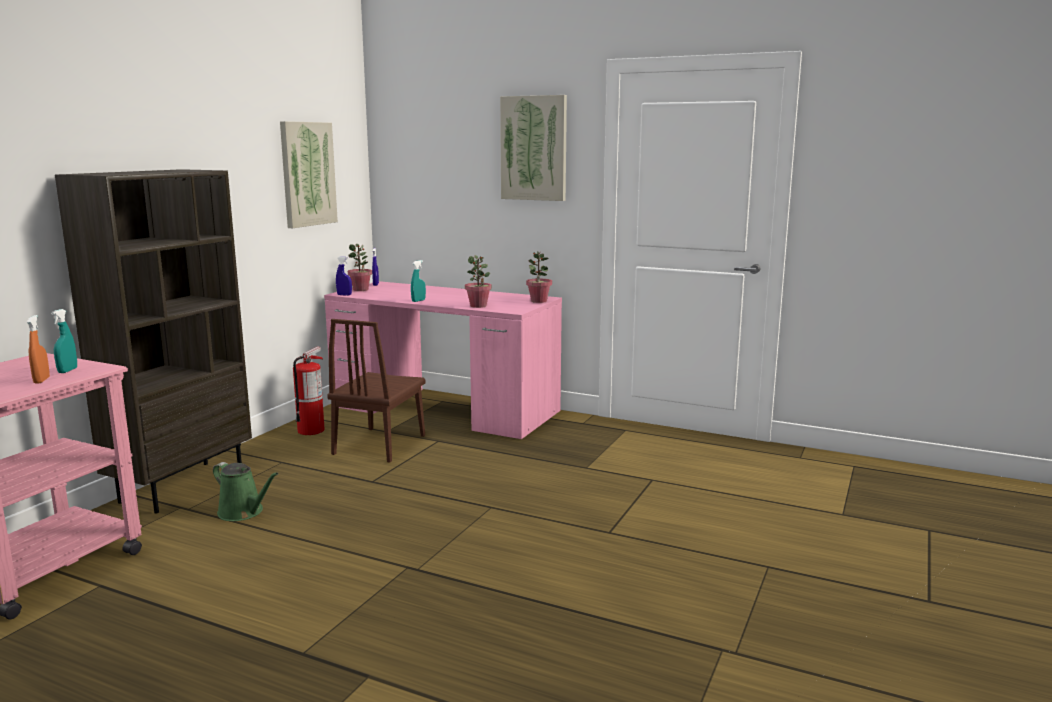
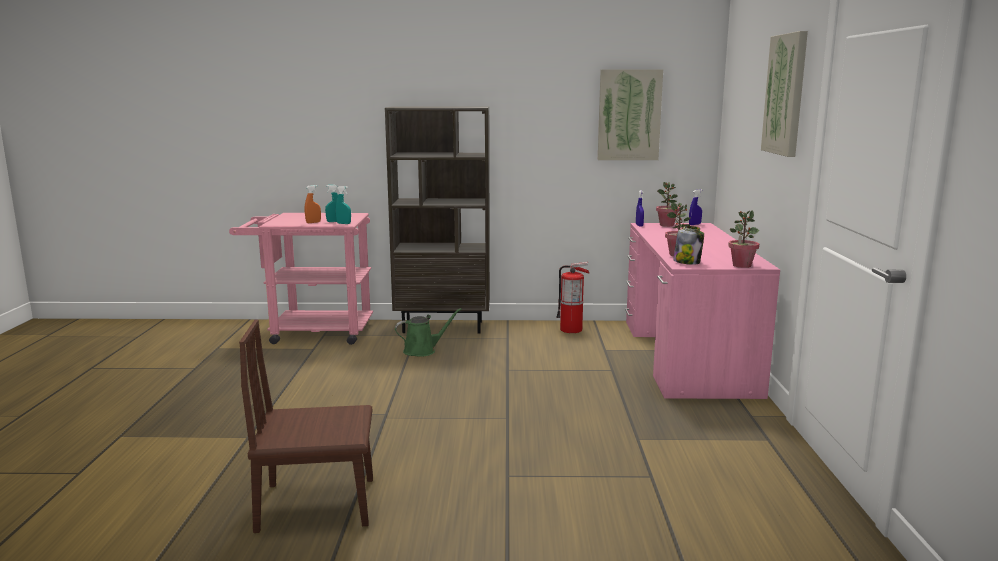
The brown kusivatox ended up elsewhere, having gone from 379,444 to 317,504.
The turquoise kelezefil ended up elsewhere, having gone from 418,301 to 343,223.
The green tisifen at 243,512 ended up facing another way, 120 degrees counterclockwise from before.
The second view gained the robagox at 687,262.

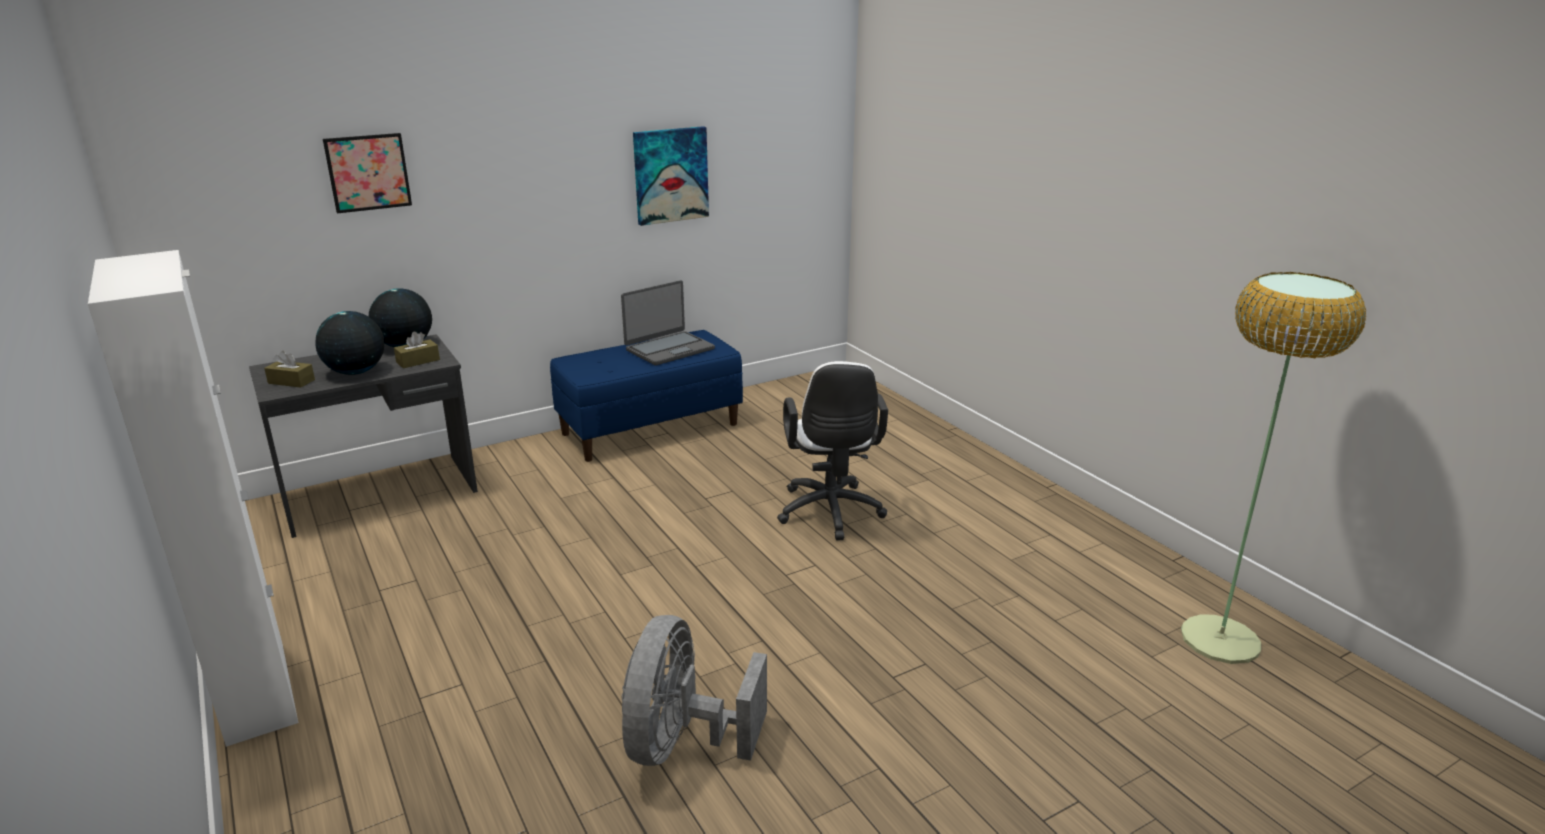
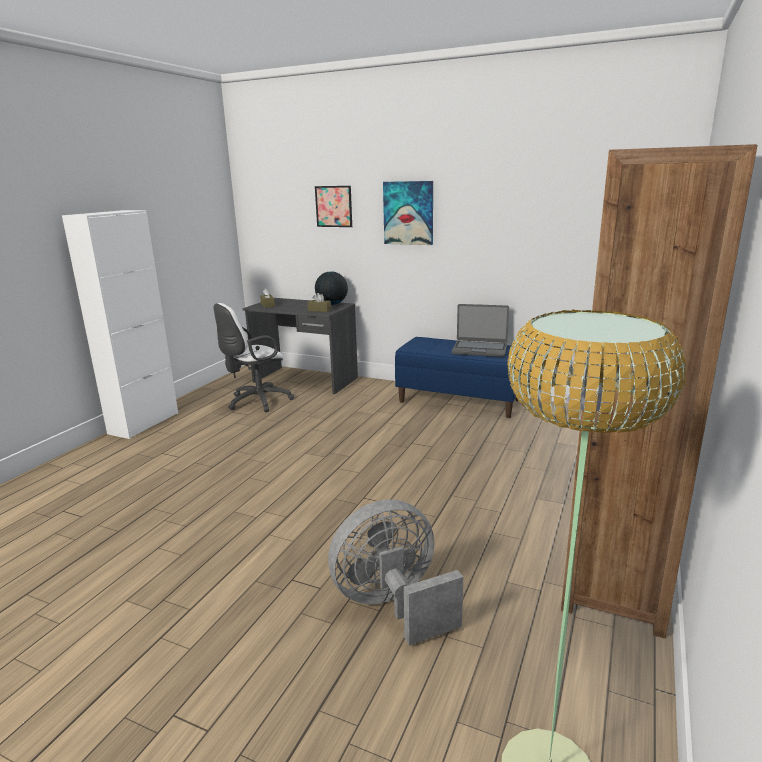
The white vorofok ended up elsewhere, having gone from 830,514 to 256,402.
The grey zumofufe ended up elsewhere, having gone from 682,744 to 393,605.
The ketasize ended up elsewhere, having gone from 670,175 to 408,213.
The second view gained the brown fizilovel at 615,587.
The second view lost the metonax at 356,372.

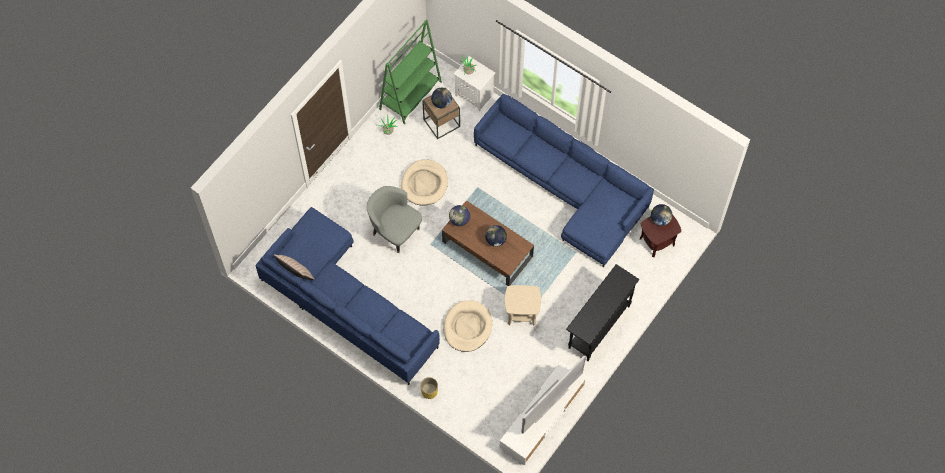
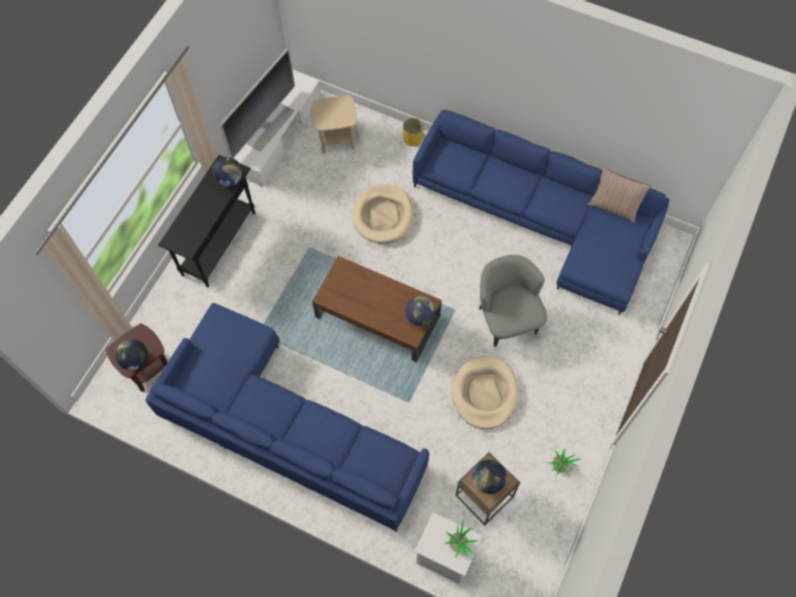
The metonax ended up elsewhere, having gone from 495,240 to 229,179.
The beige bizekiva ended up elsewhere, having gone from 521,313 to 336,138.
The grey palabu at 395,231 ended up facing another way, 135 degrees counterclockwise from before.
The second view lost the green fizilovel at 410,95.

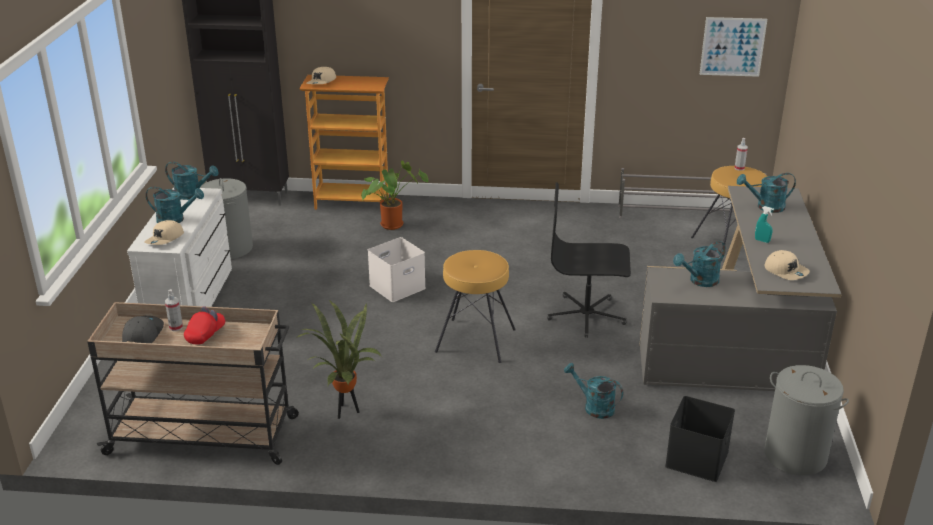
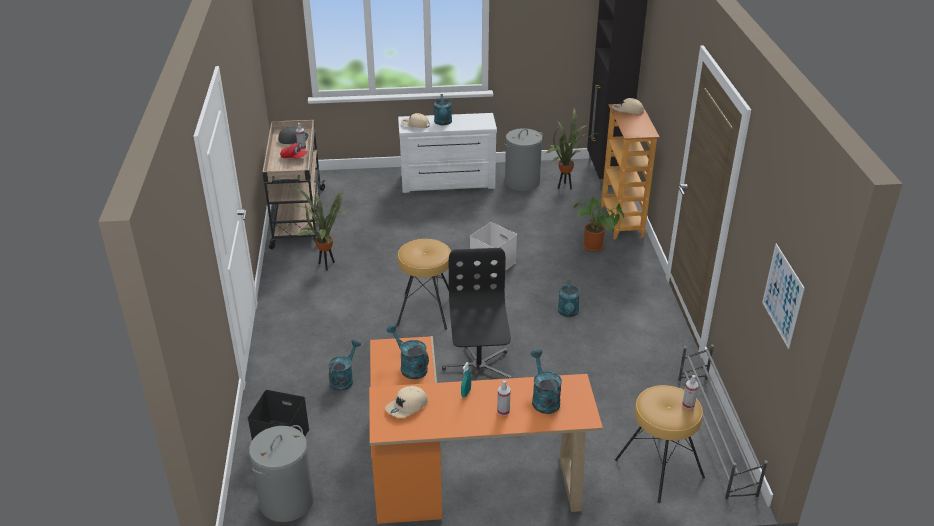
What was the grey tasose at 742,342 turned into the orange tasose at 458,472.
The second view gained the kelezefil at 503,411.
The second view gained the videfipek at 565,186.
The turquoise tisifen ended up elsewhere, having gone from 192,194 to 568,313.

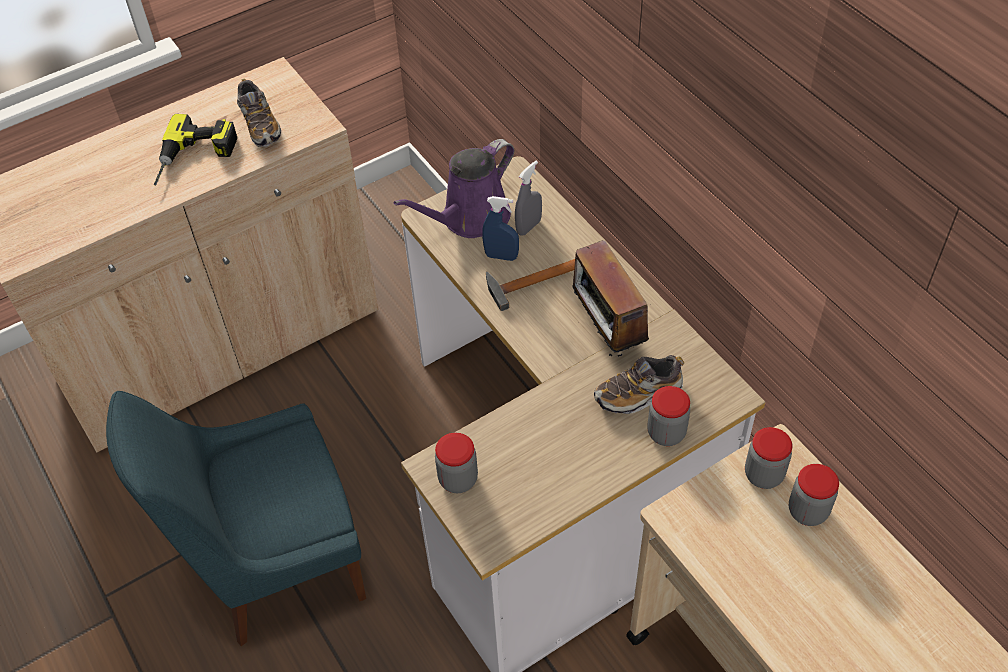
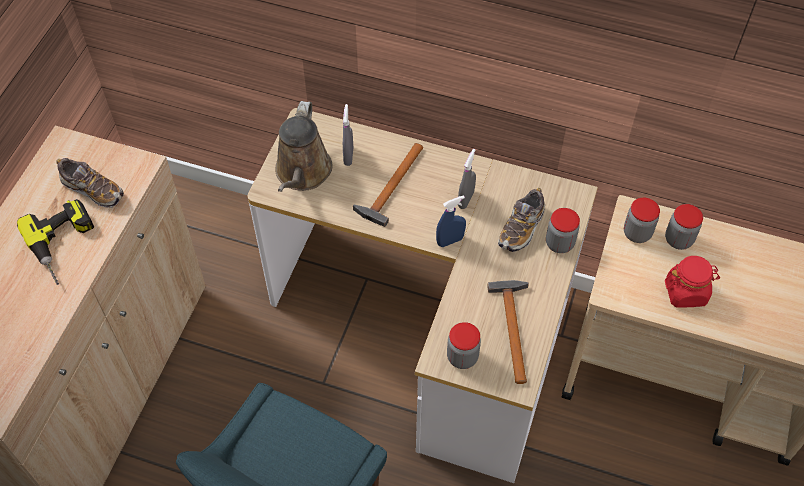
What was the purple tisifen at 470,218 turned into the brown tisifen at 302,173.
The blue kelezefil ended up elsewhere, having gone from 501,256 to 450,241.
Where the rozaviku stood at 607,332, the grey kelezefil came to stand at 466,199.
The second view gained the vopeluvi at 513,327.
The second view gained the red robagox at 686,292.

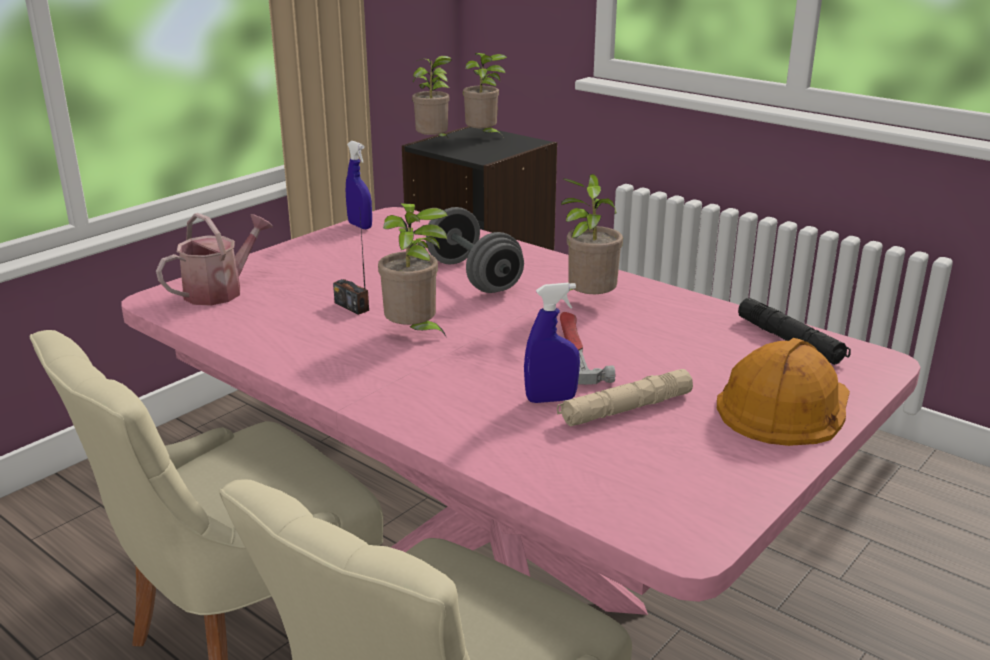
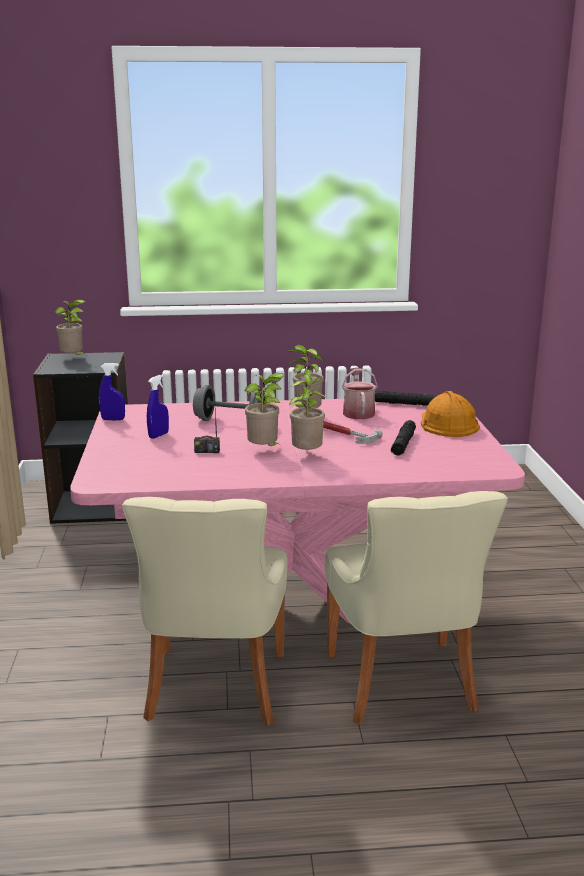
The blue kelezefil ended up elsewhere, having gone from 551,399 to 158,435.
The videfipek ended up elsewhere, having gone from 434,143 to 307,455.
The tisifen ended up elsewhere, having gone from 220,291 to 358,412.
What was the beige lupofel at 625,409 turned into the black lupofel at 403,444.

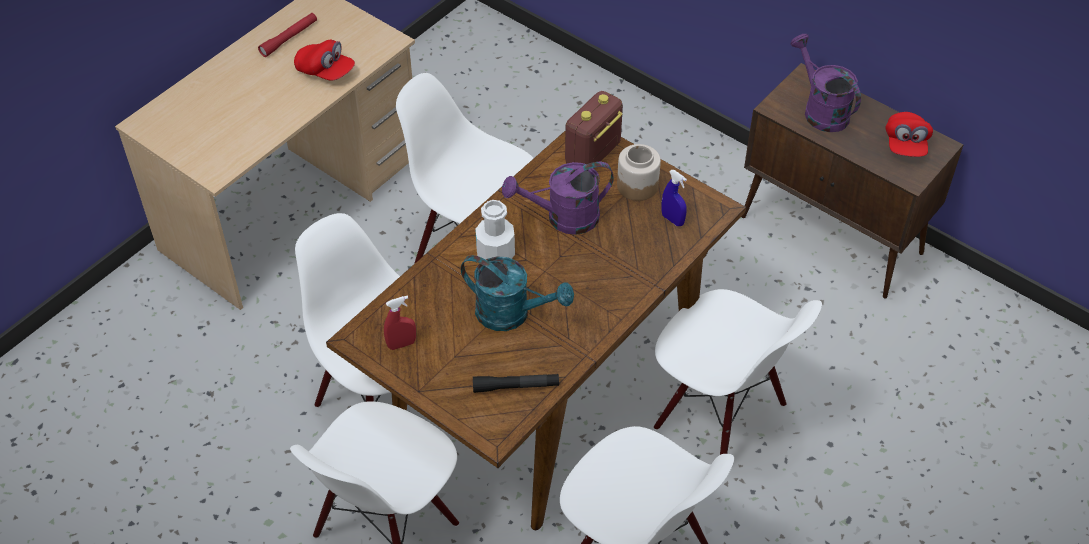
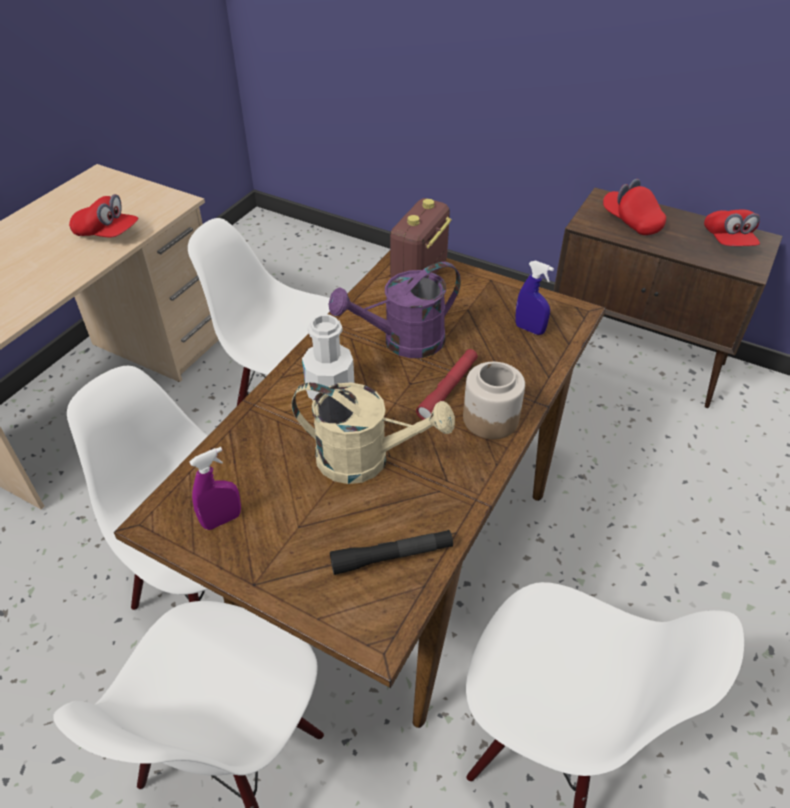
What was the red kelezefil at 401,344 turned into the purple kelezefil at 222,520.
What was the turquoise tisifen at 512,314 turned into the beige tisifen at 366,459.
The red lupofel ended up elsewhere, having gone from 289,38 to 448,389.
The robagox ended up elsewhere, having gone from 637,185 to 490,418.
Where the purple tisifen stood at 820,109, the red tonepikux came to stand at 631,221.
The second view lost the white kusivatox at 719,418.

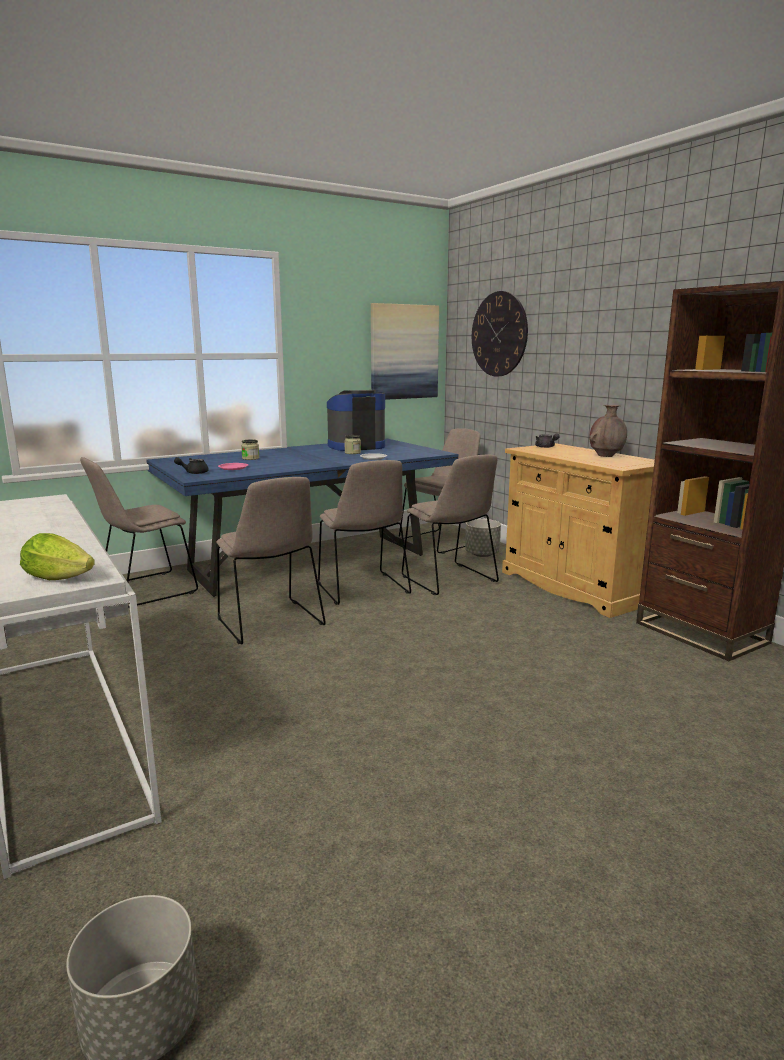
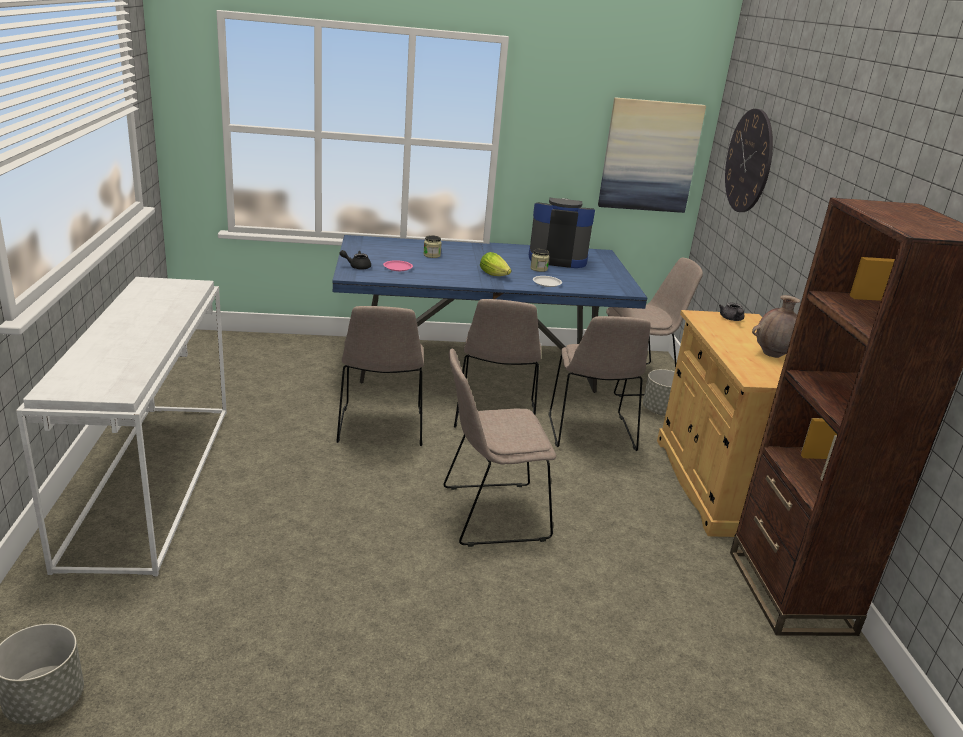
The beige kusivatox ended up elsewhere, having gone from 144,590 to 490,514.
The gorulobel ended up elsewhere, having gone from 62,578 to 495,275.

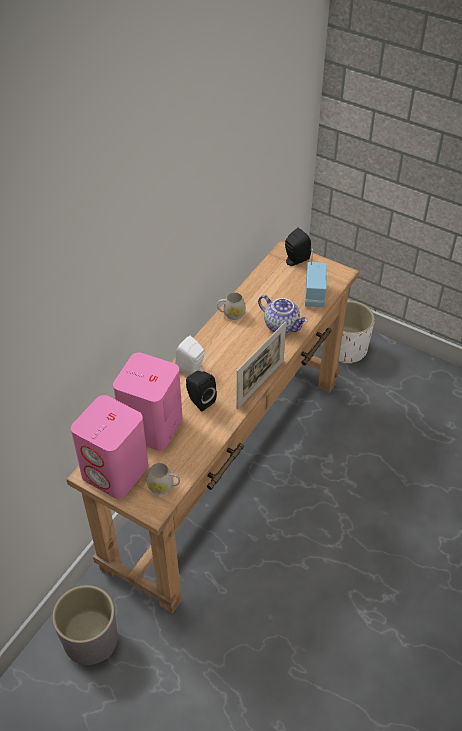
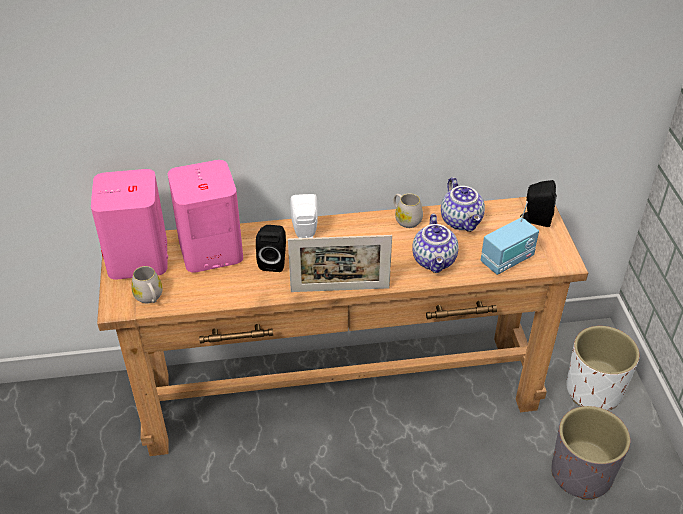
The second view gained the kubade at 462,221.
The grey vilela ended up elsewhere, having gone from 91,639 to 582,474.

